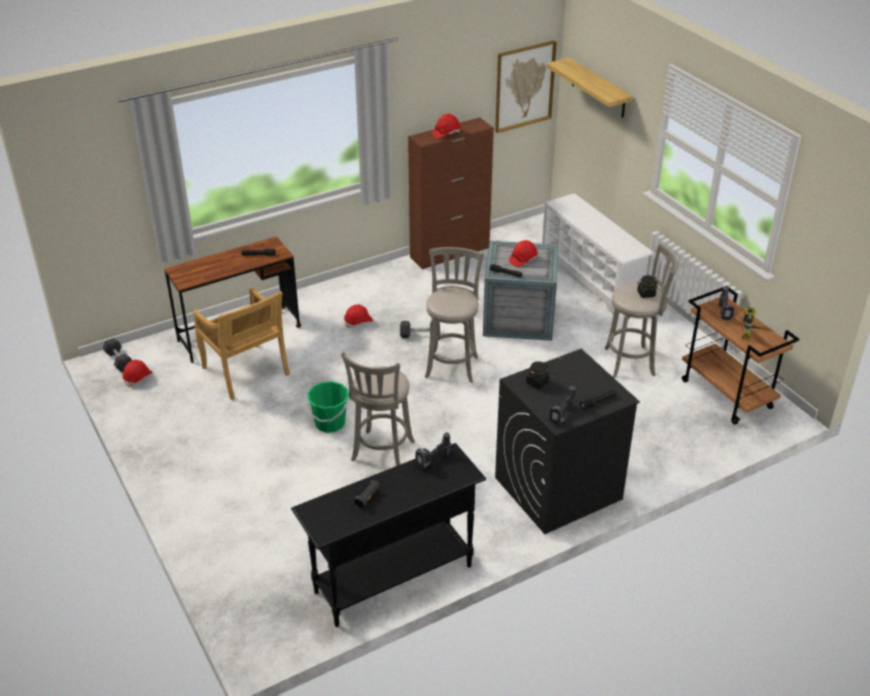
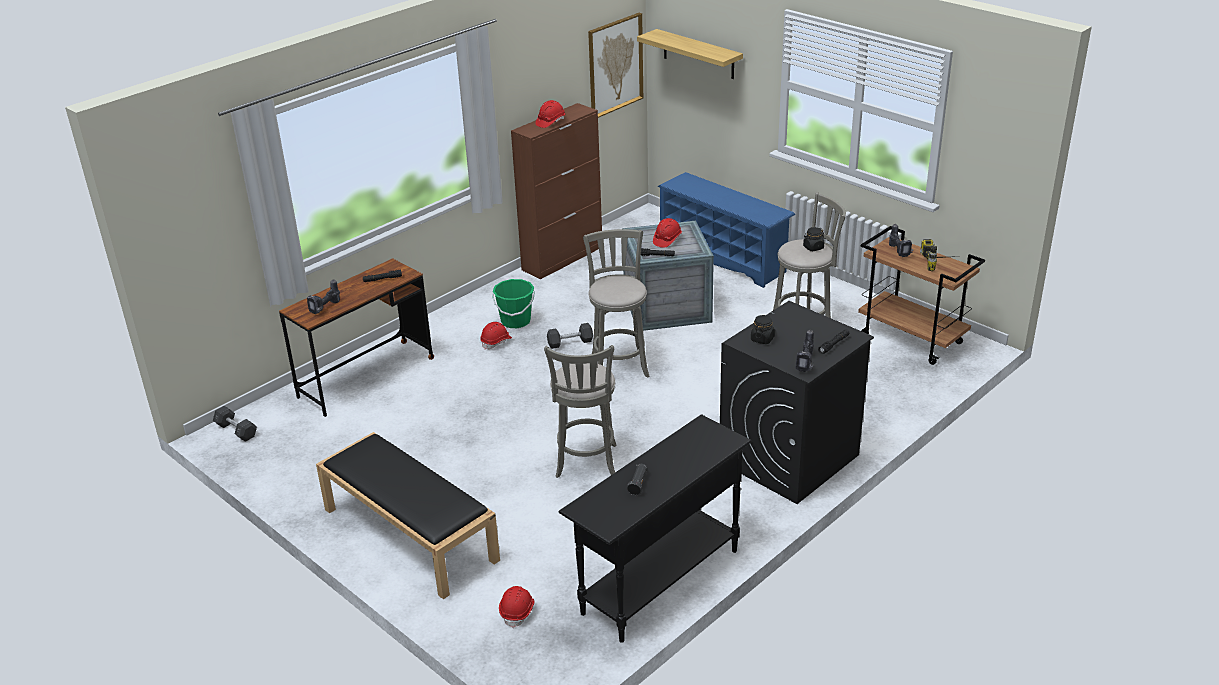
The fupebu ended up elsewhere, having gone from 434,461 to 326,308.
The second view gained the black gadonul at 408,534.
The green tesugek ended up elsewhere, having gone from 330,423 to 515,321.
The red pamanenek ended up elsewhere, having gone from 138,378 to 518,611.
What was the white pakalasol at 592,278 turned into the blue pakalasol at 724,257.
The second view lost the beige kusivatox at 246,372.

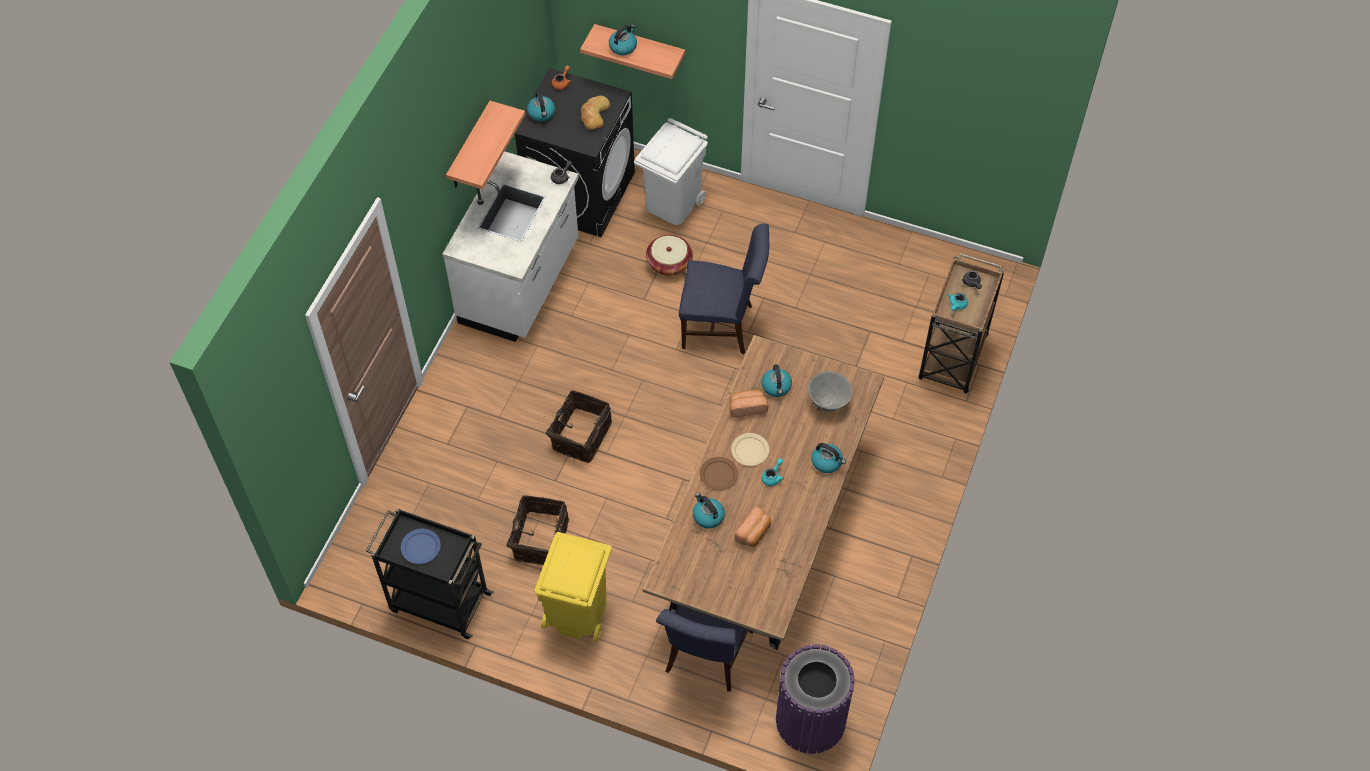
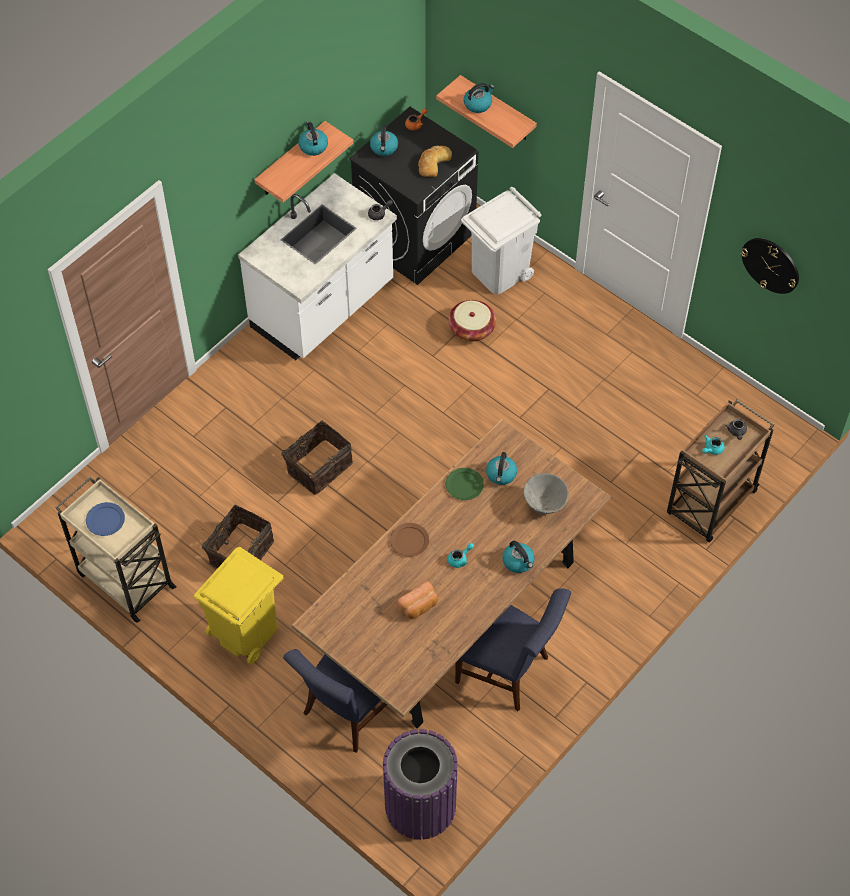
What was the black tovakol at 438,601 turned into the beige tovakol at 124,579.
The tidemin ended up elsewhere, having gone from 707,516 to 313,146.
Where the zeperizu stood at 747,407, the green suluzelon came to stand at 464,485.
The blue kusivatox ended up elsewhere, having gone from 722,326 to 508,671.
The second view gained the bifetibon at 770,265.
The second view lost the beige suluzelon at 750,451.

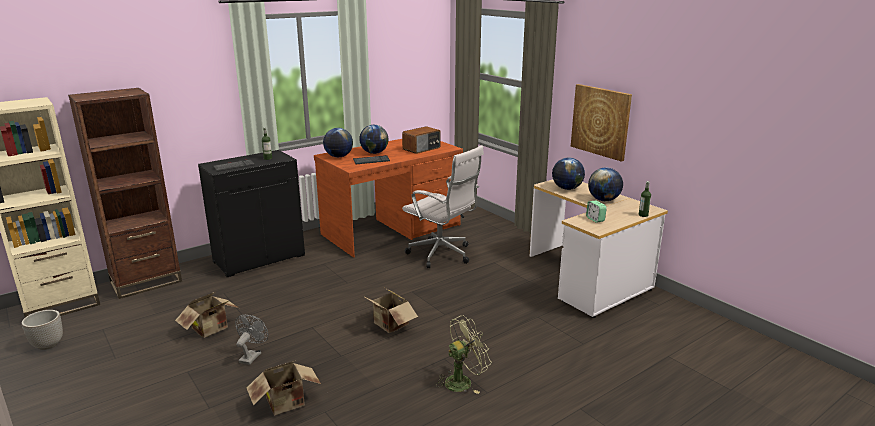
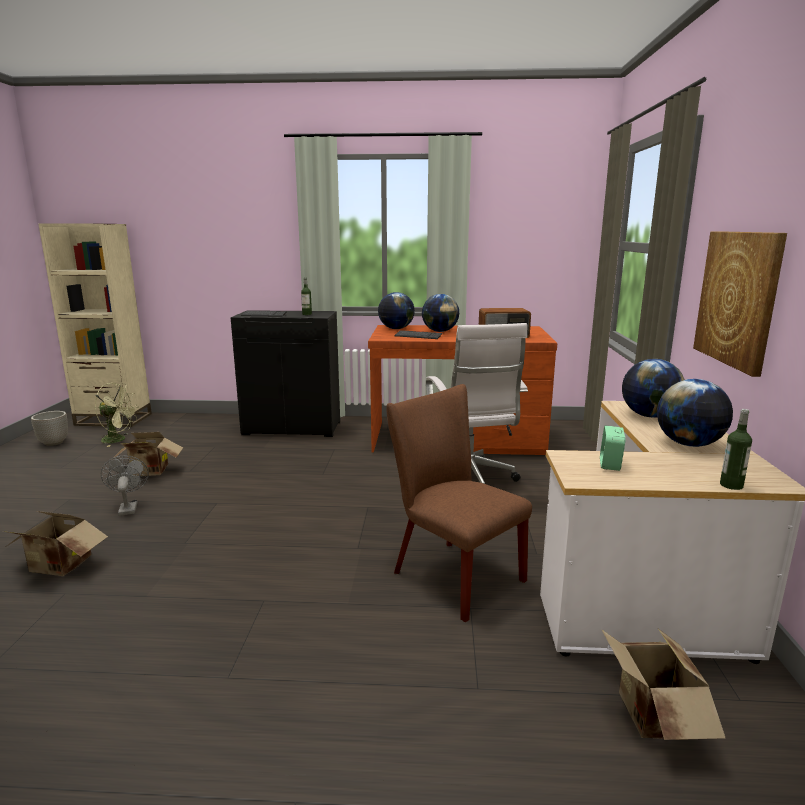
The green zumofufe ended up elsewhere, having gone from 463,381 to 119,440.
The grey zumofufe at 252,356 ended up facing another way, 75 degrees counterclockwise from before.
The second view gained the brown kusivatox at 451,573.
The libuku ended up elsewhere, having gone from 389,326 to 651,717.
The second view lost the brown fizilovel at 146,282.

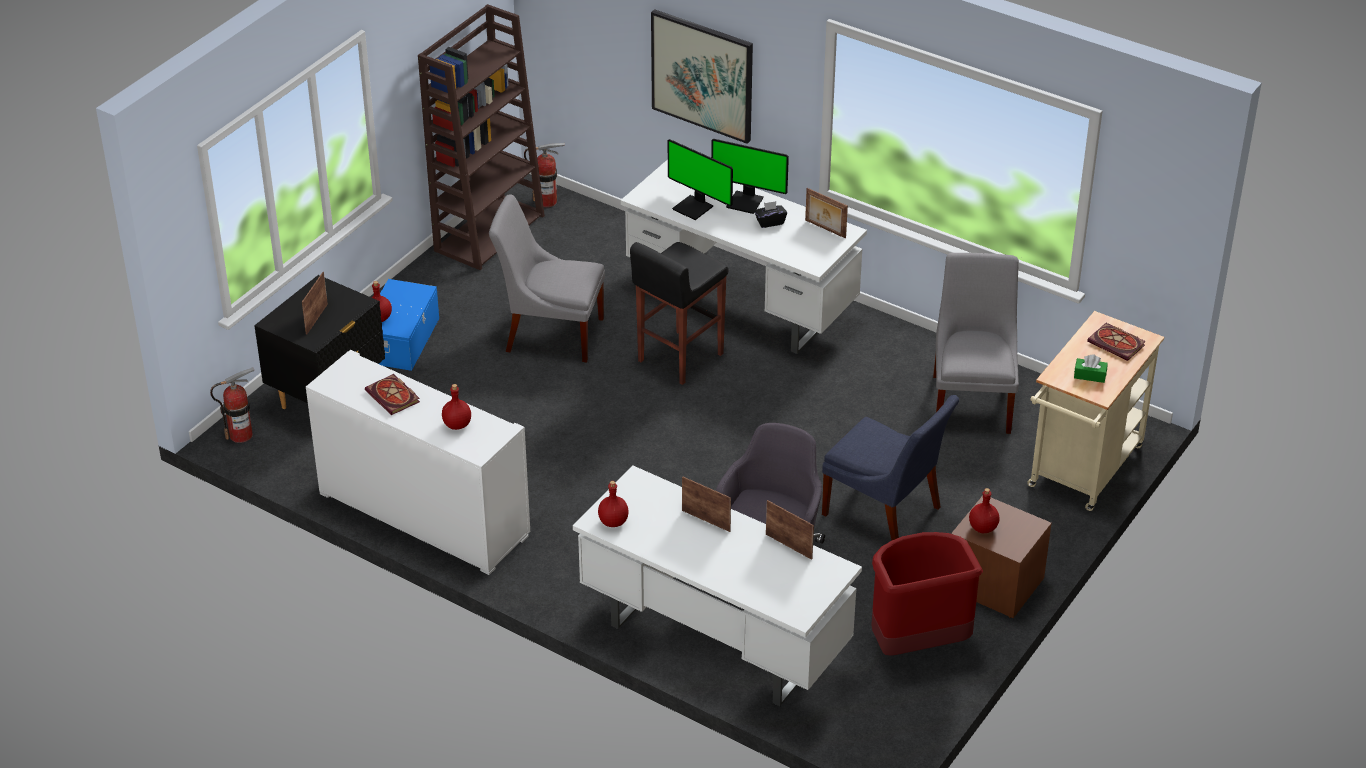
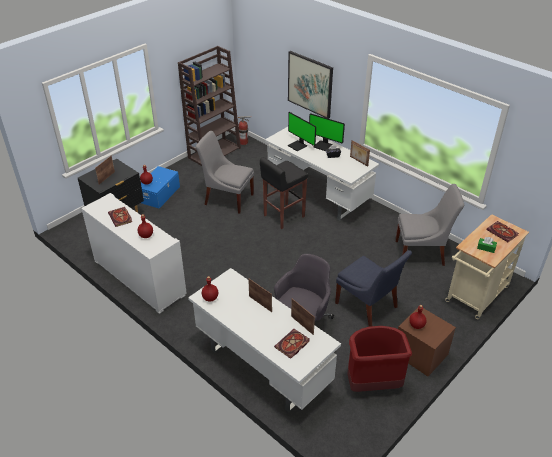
The second view gained the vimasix at 292,345.
The grey kusivatox at 972,400 ended up facing another way, 75 degrees clockwise from before.
The second view lost the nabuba at 241,435.

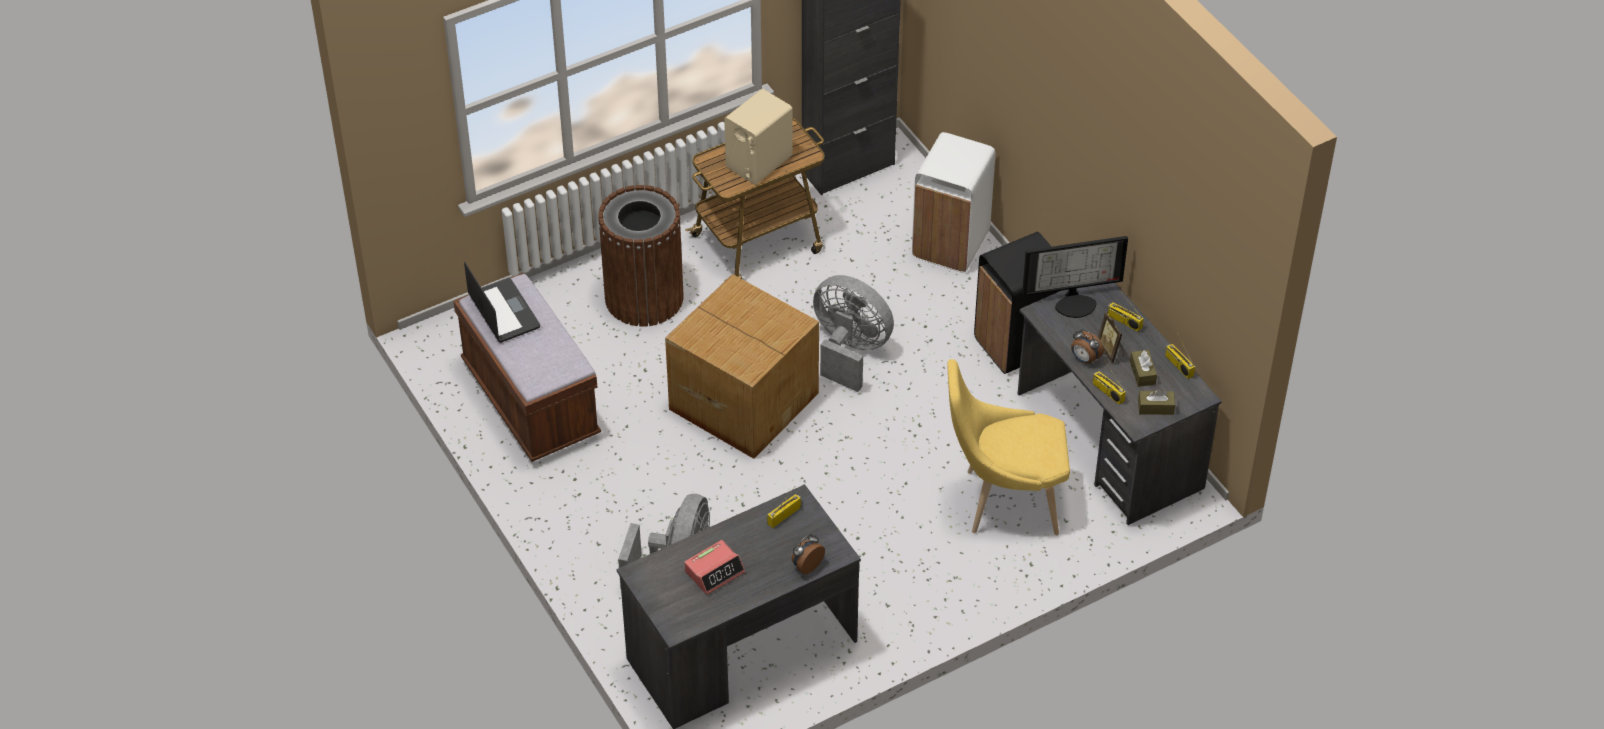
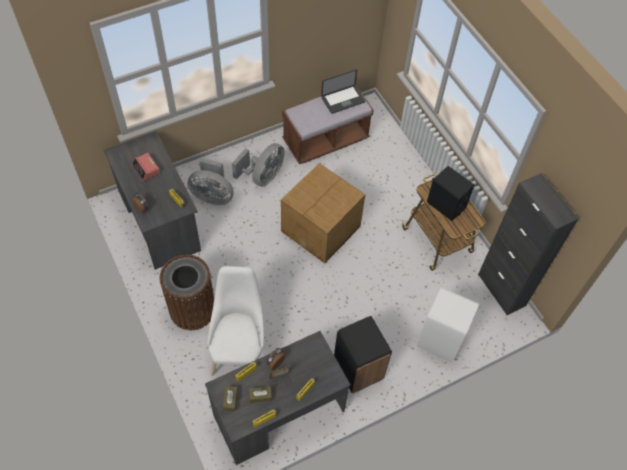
The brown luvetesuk ended up elsewhere, having gone from 644,298 to 192,309.
What was the yellow kusivatox at 1003,501 turned into the white kusivatox at 239,349.
The grey zumofufe ended up elsewhere, having gone from 849,351 to 263,176.
What was the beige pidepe at 758,162 turned into the black pidepe at 446,205.
The second view lost the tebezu at 1075,302.

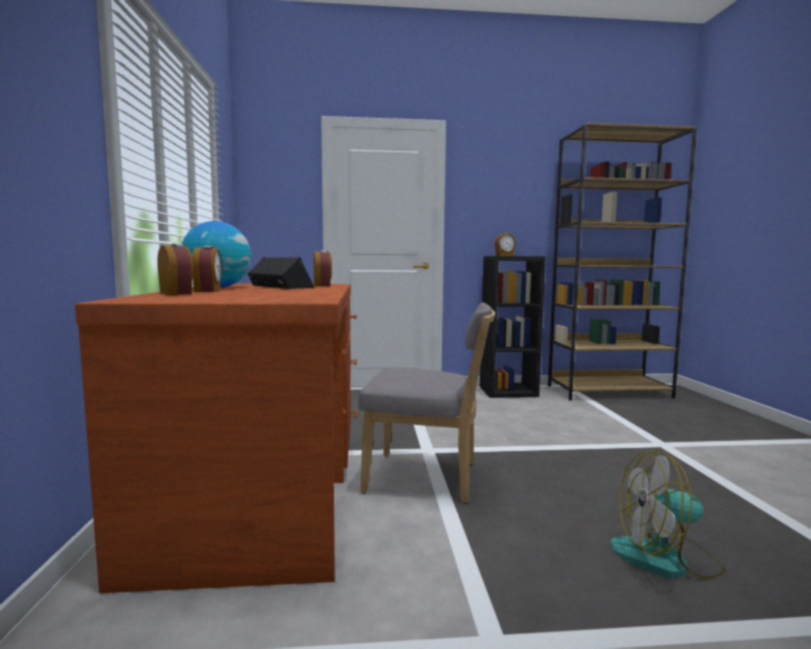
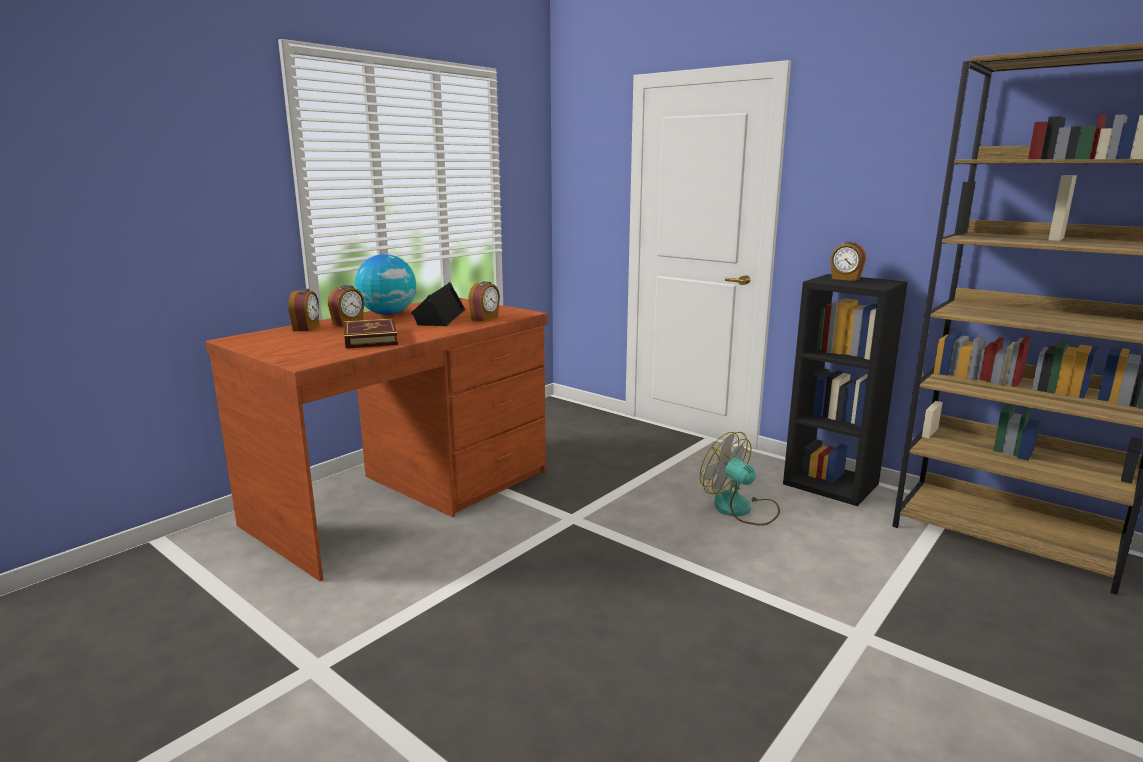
The second view gained the vimasix at 370,338.
The zumofufe ended up elsewhere, having gone from 666,558 to 741,509.
The second view lost the grey kusivatox at 428,478.

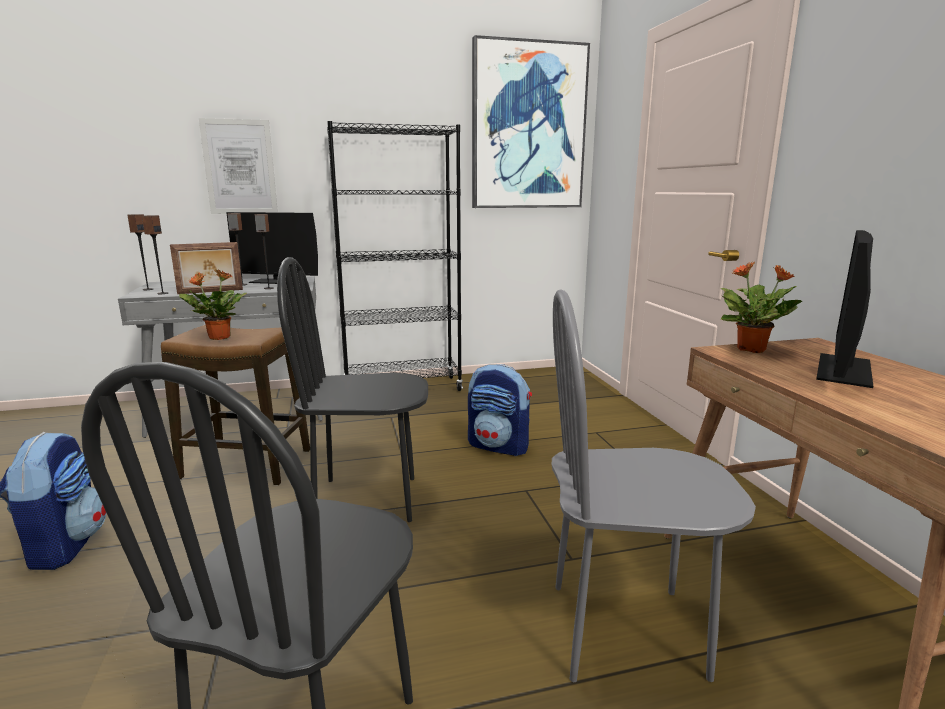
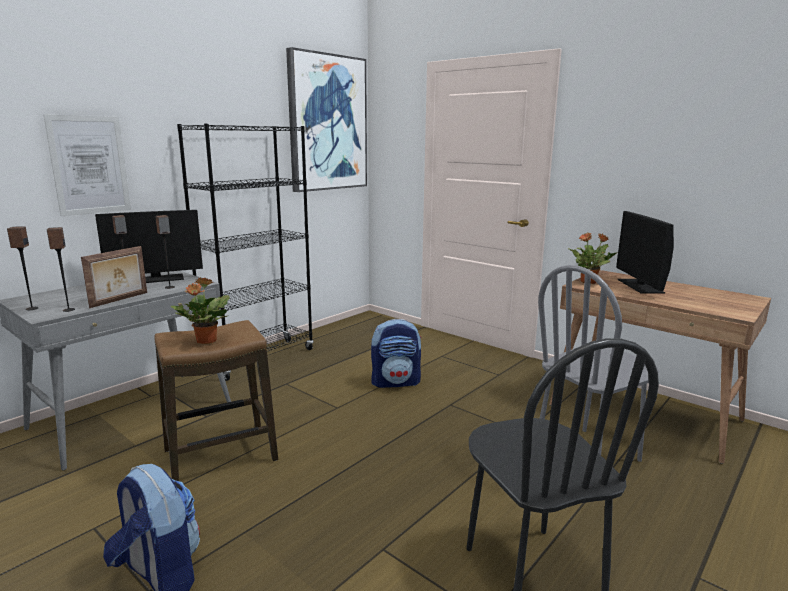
The second view lost the black kusivatox at 367,500.

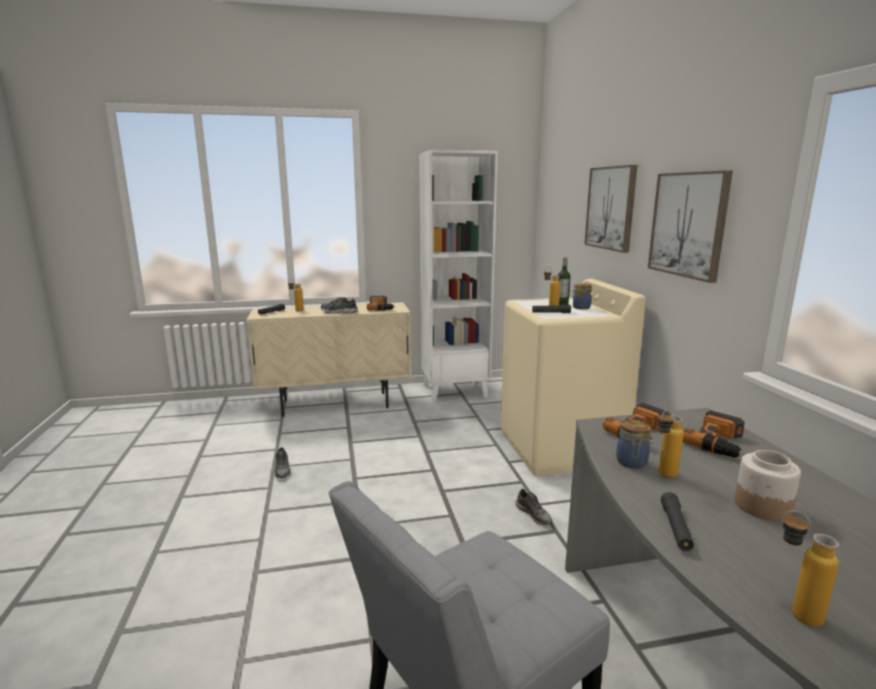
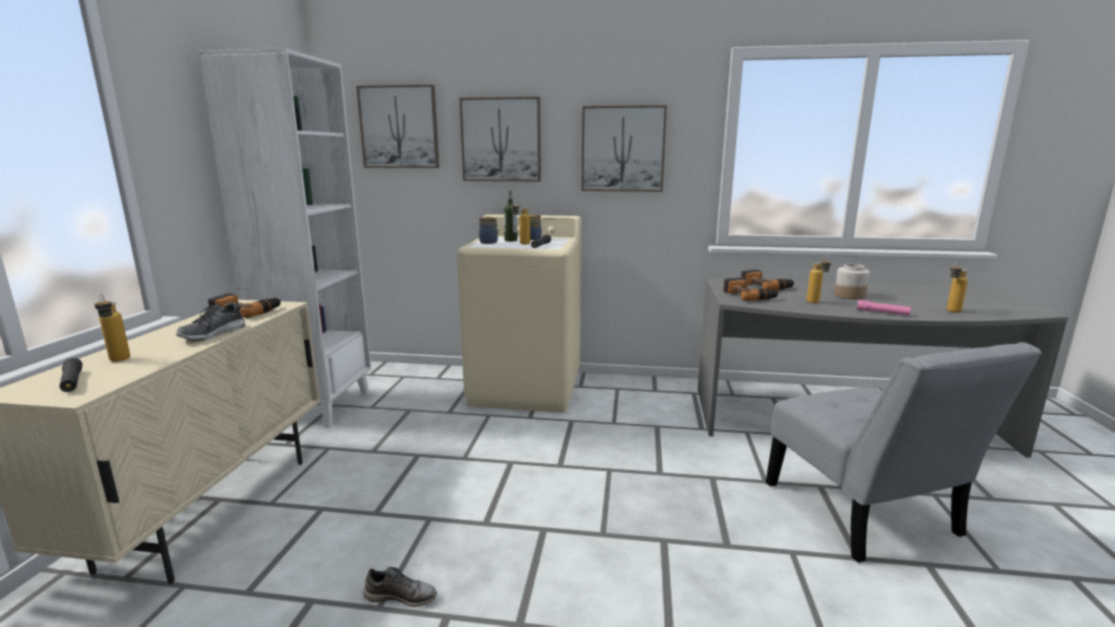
The second view gained the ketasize at 399,127.
The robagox ended up elsewhere, having gone from 631,463 to 489,242.
What was the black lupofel at 675,528 turned into the pink lupofel at 882,313.
The second view lost the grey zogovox at 534,515.

